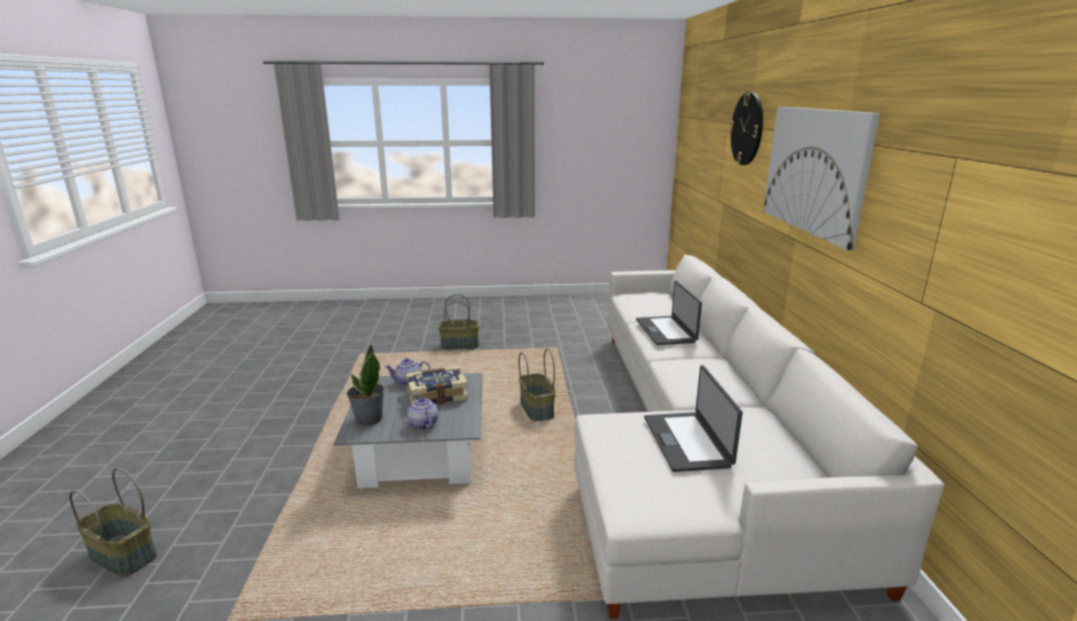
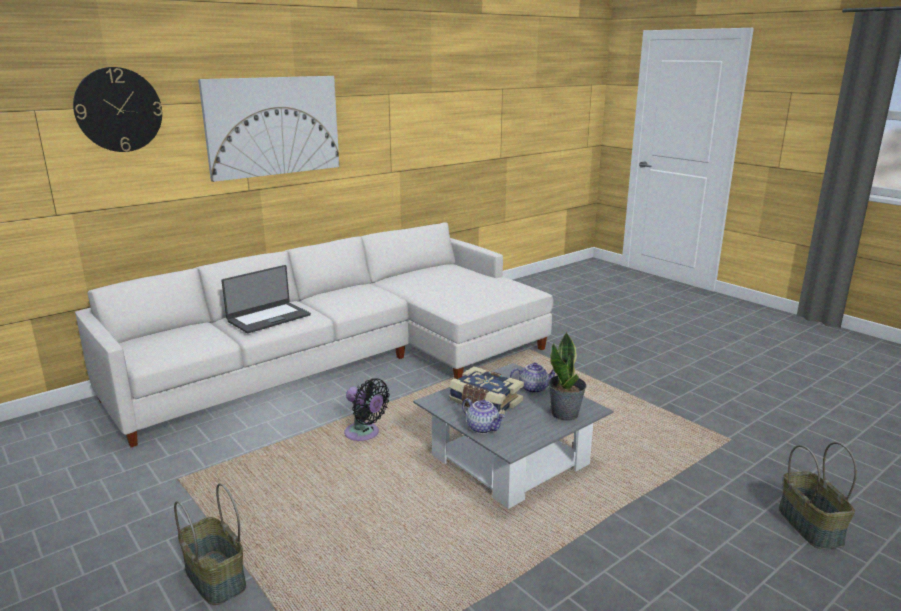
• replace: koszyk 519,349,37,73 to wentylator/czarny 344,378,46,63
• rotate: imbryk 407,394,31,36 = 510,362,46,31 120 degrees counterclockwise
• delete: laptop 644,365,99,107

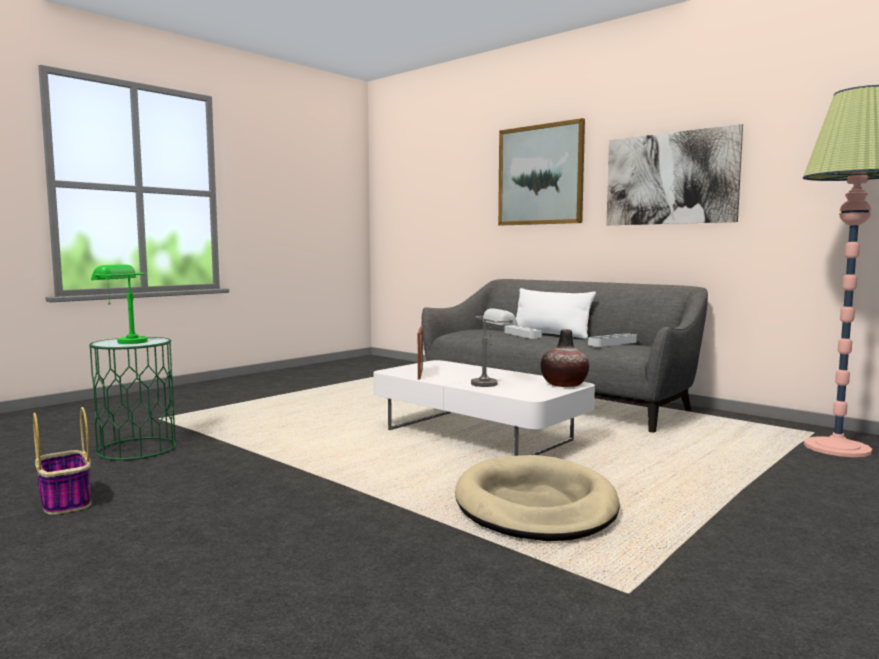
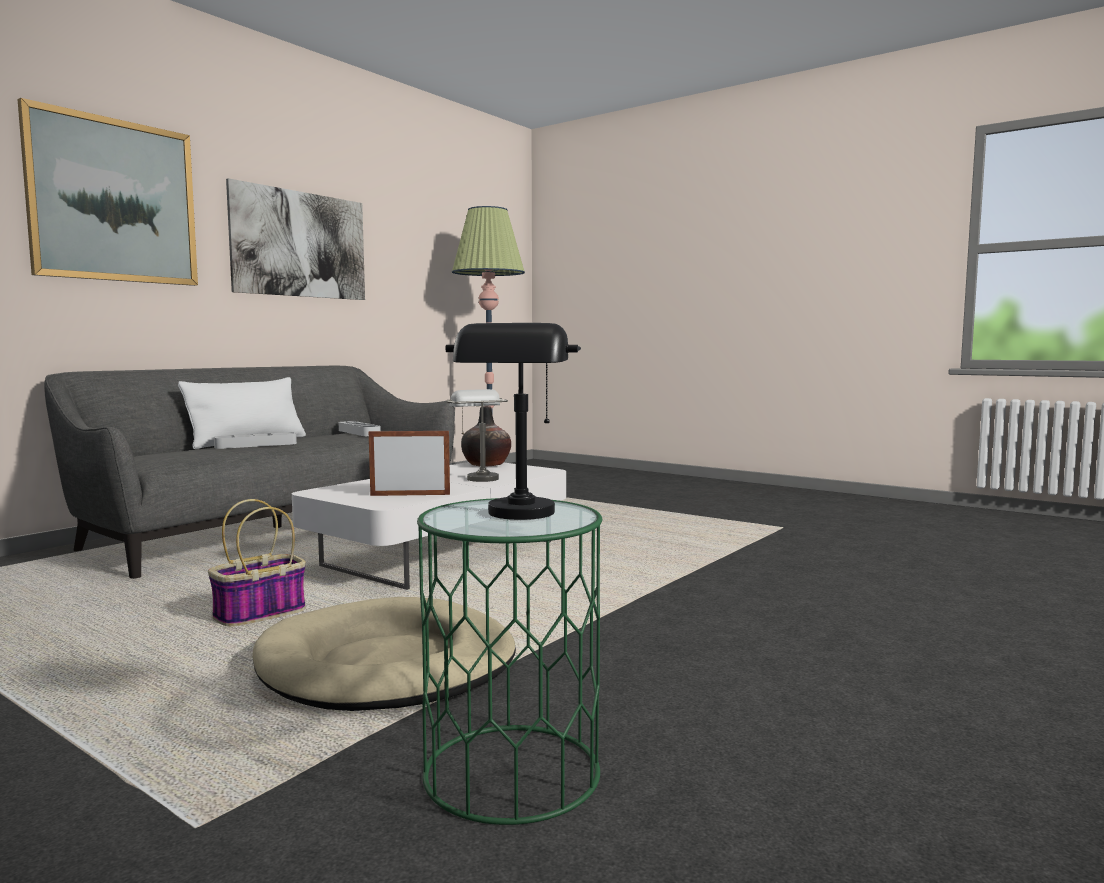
• move: koszyk 33,407,58,108 to 208,499,98,127
• move: legowisko/beżowy 455,455,165,86 to 252,597,264,114
• recolor: lampa stołowa/zielony 91,264,57,80 to lampa stołowa/czarny 445,323,136,197

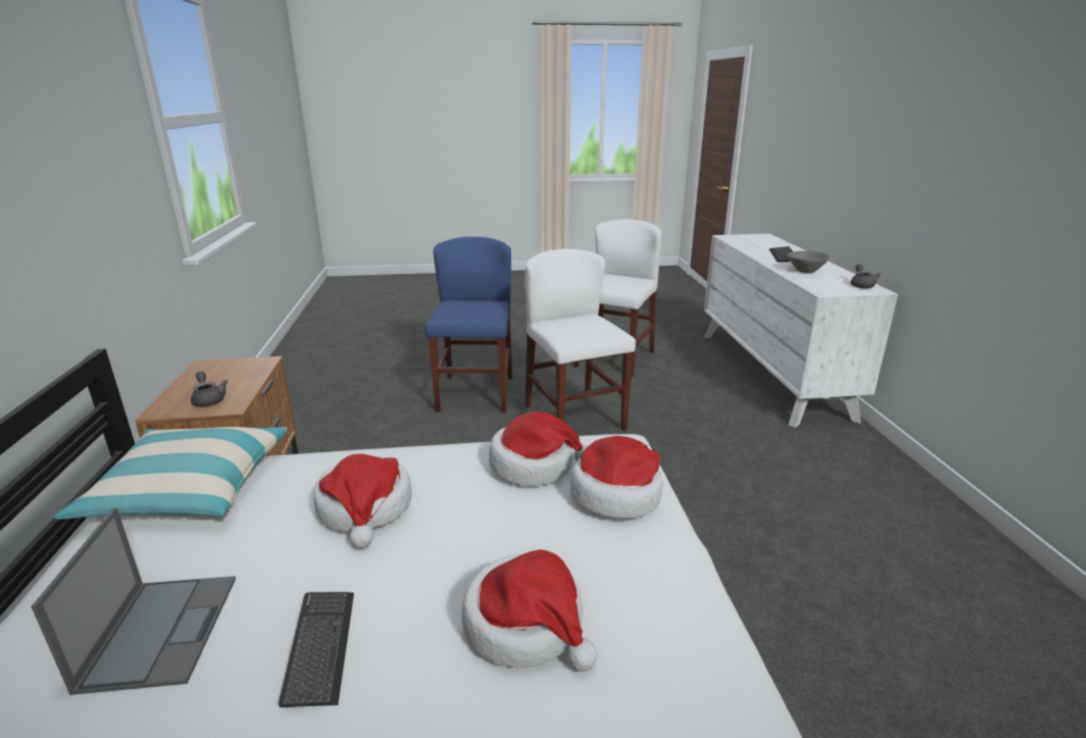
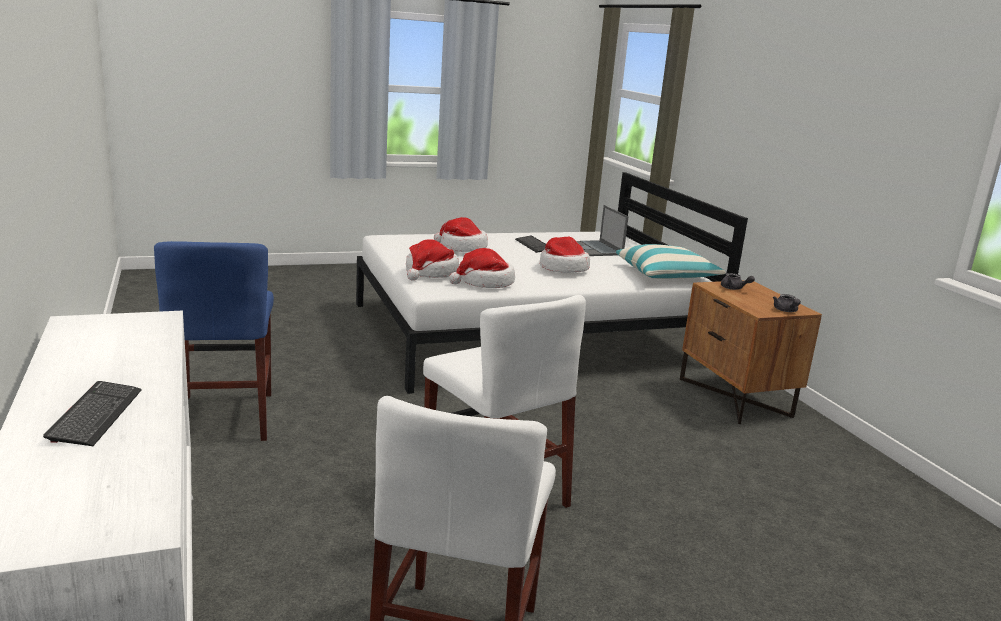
• move: krzesło/niebieski 425,237,87,176 to 154,241,120,200
• move: imbryk/szary 850,264,31,25 to 773,294,28,18
• delete: miska/szary 788,251,42,22

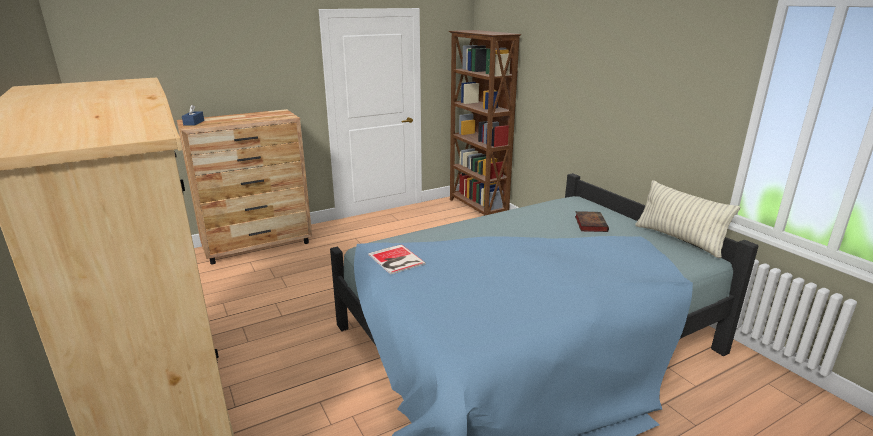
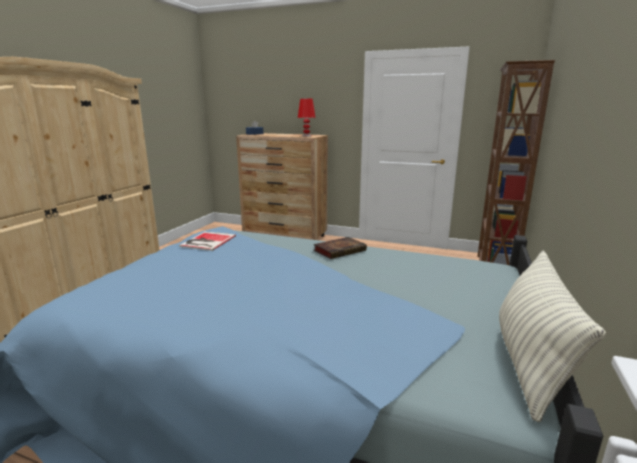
• insert: lampa stołowa/czerwony 298,99,18,38
• move: książka 575,211,34,21 to 314,237,53,22

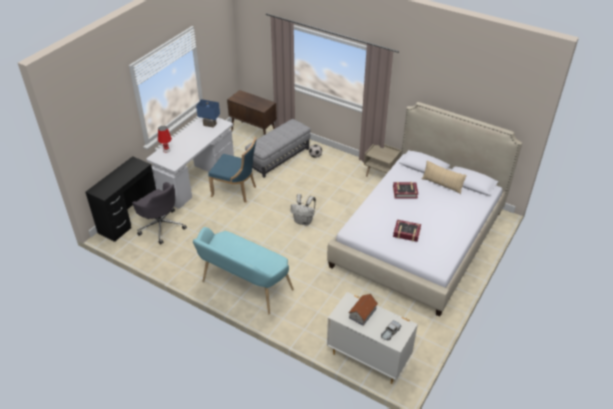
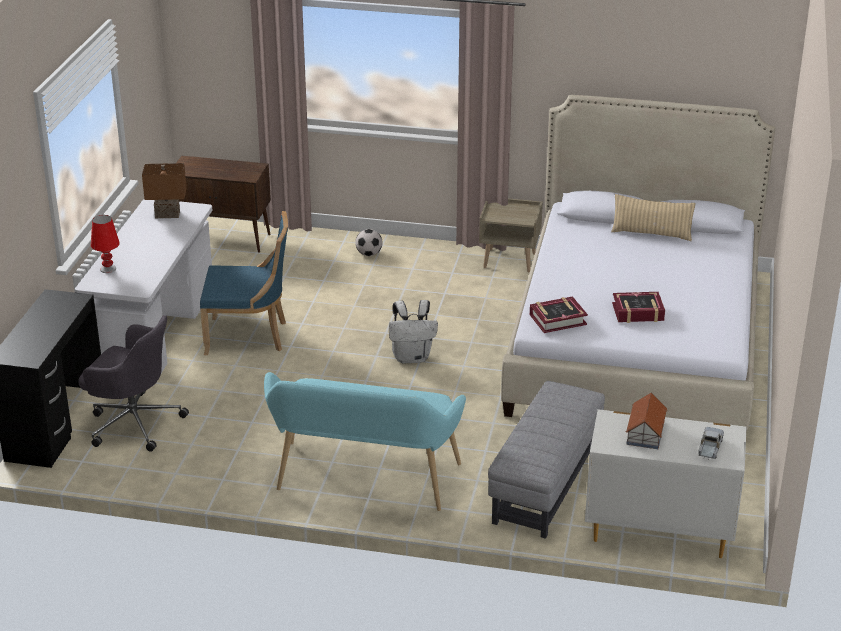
• recolor: lampa stołowa/niebieski 196,99,24,29 to lampa stołowa/brązowy 142,163,44,55
• move: pufa/szary 245,119,65,59 to 488,381,117,158
• move: książka 393,182,25,17 to 530,296,58,37

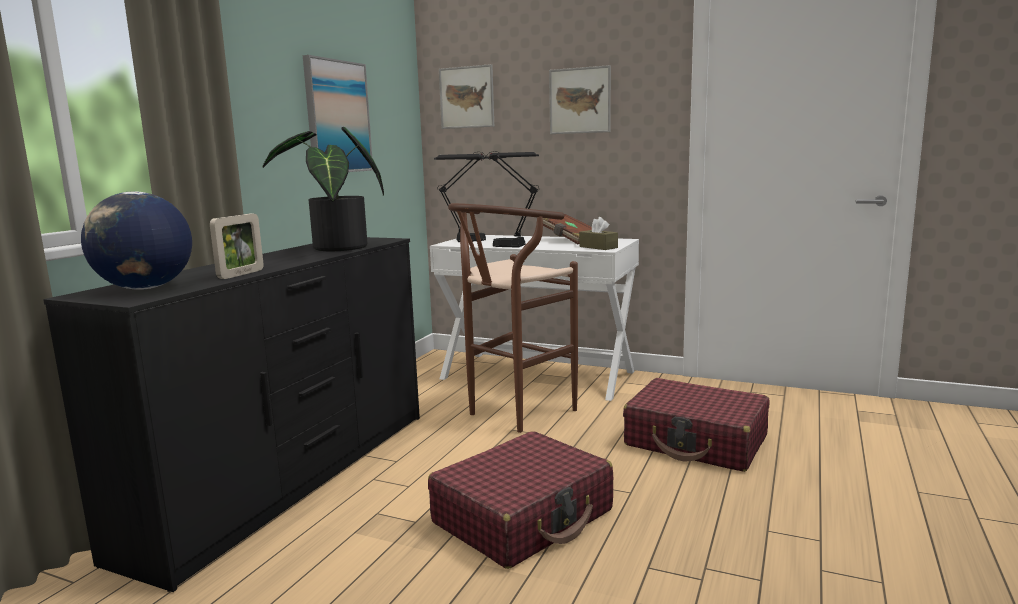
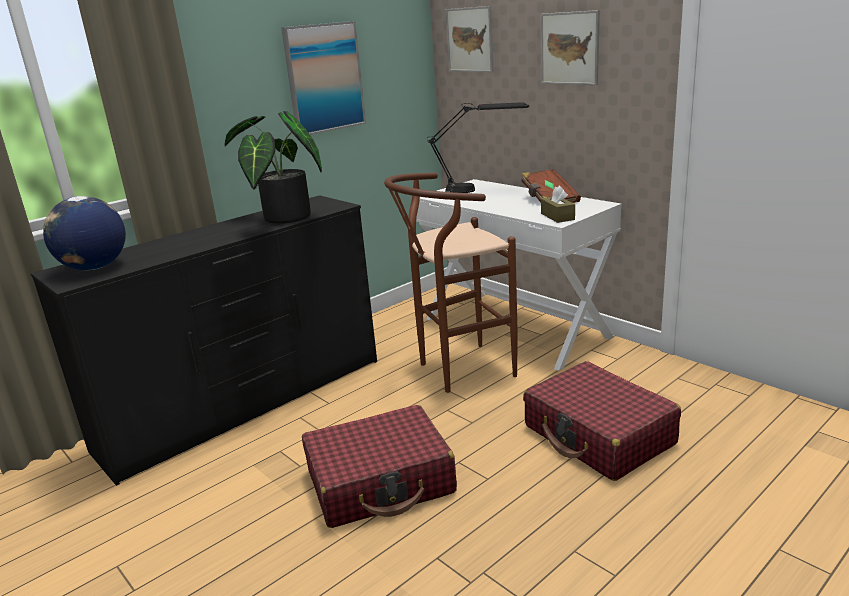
• delete: ramka na zdjęcie 210,214,54,65
• delete: lampa stołowa/czarny 434,151,105,96

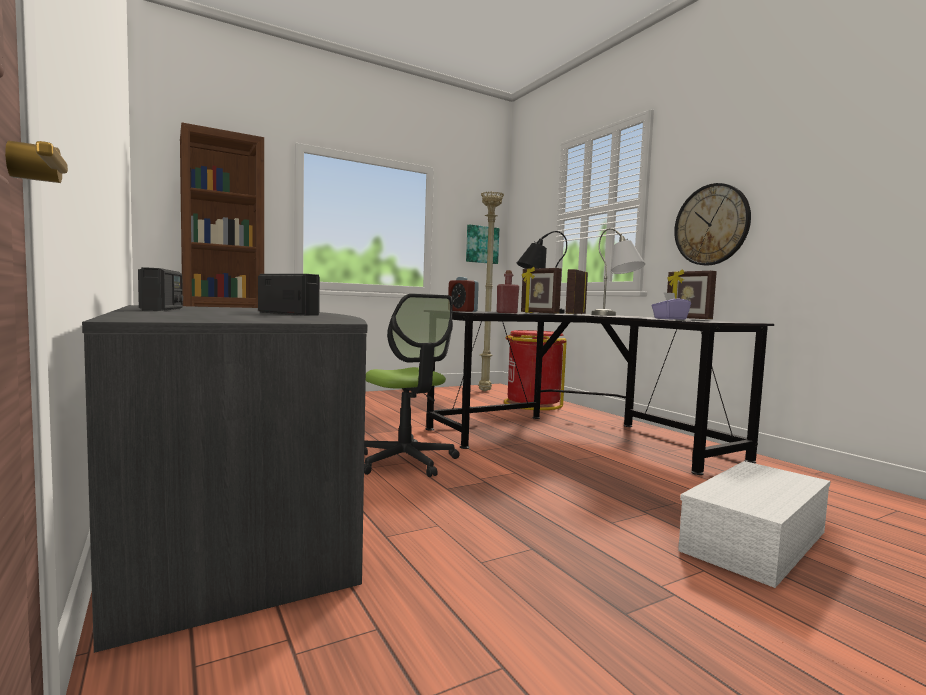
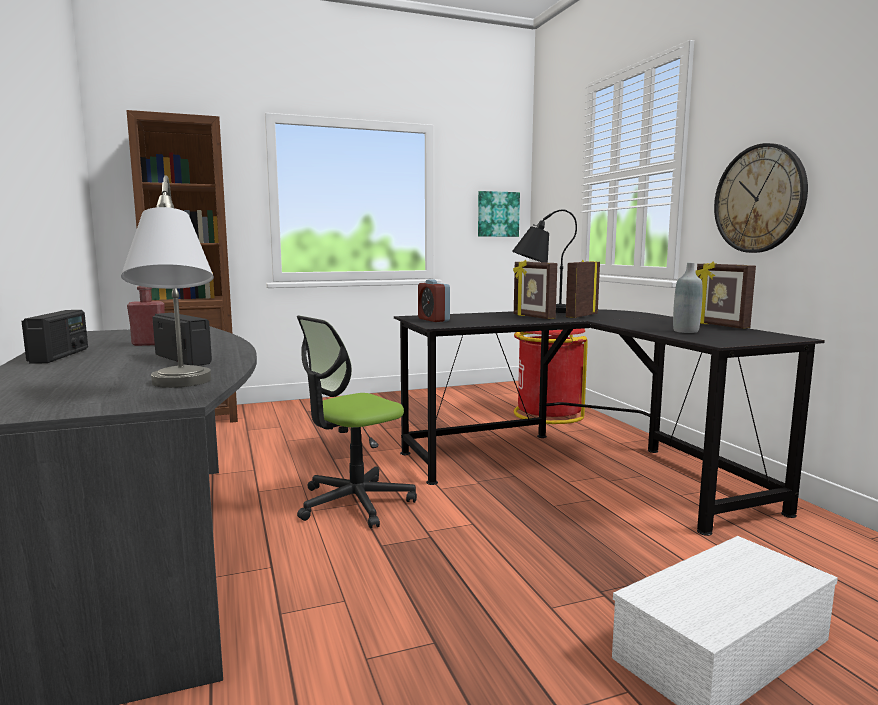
• move: lampa stołowa/szary 591,228,54,88 to 121,175,93,213
• move: butelka/czerwony 497,270,22,43 to 127,286,38,60
• rotate: krzesło biurowe 364,294,95,183 = 297,316,120,212 75 degrees clockwise
• replace: pudełko chusteczek/fioletowy 652,292,39,28 to butelka/szary 673,263,30,70
• delete: lampa stojąca/beżowy 478,191,26,201

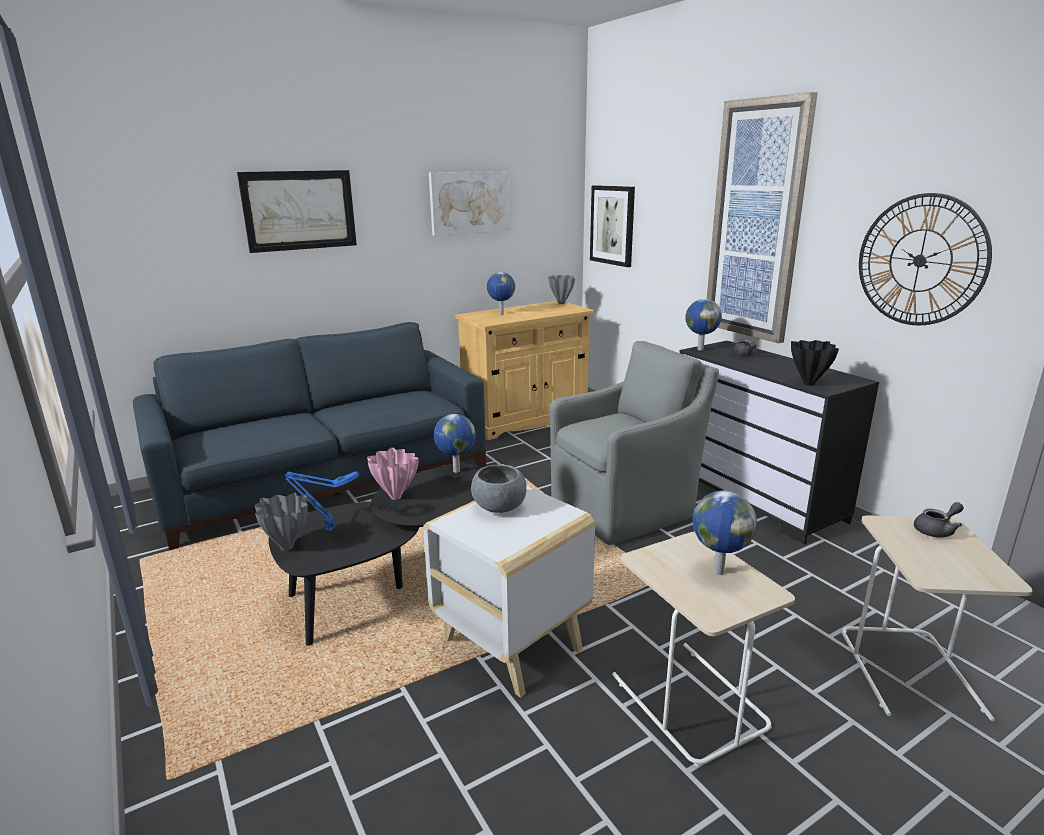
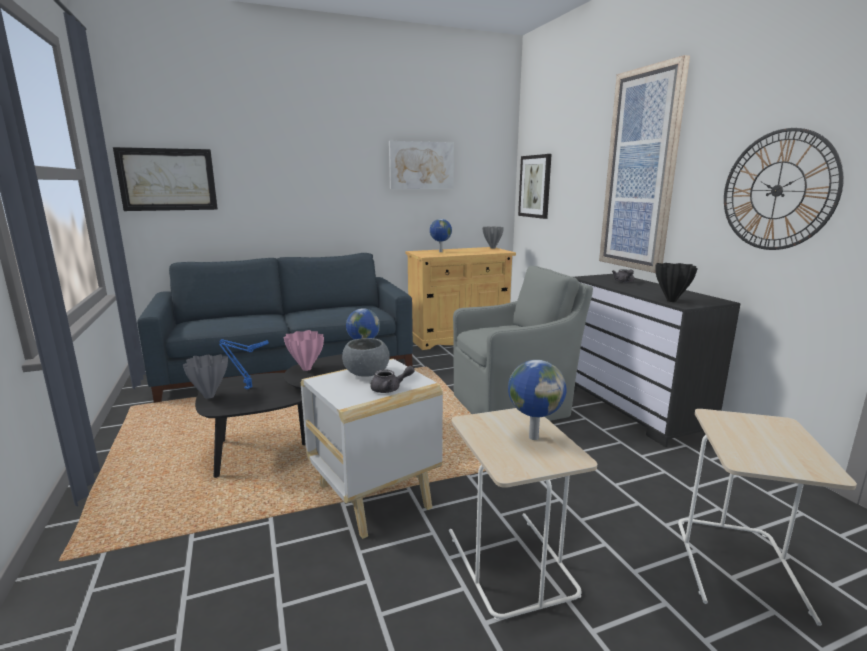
• move: obraz 237,170,120,83 to 113,147,105,64
• move: imbryk/szary 914,502,50,36 to 370,366,45,27
• delete: globus 685,299,37,52

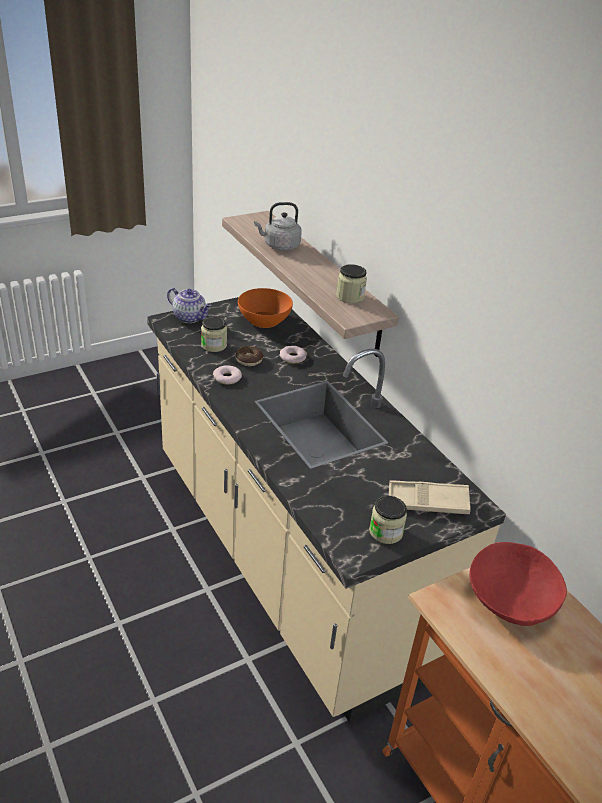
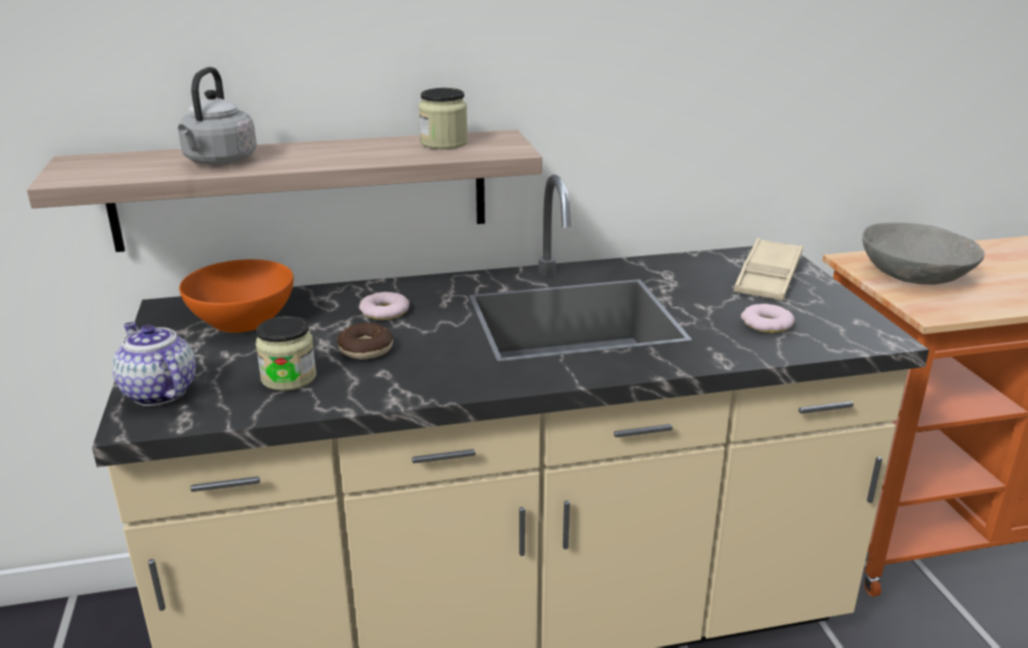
• rotate: imbryk 167,288,45,35 = 113,322,83,84 90 degrees counterclockwise
• move: donut 213,365,29,19 to 741,304,54,29
• recolor: miska/czerwony 469,542,98,84 to miska/szary 862,223,123,61
• delete: słoik 369,496,38,48

